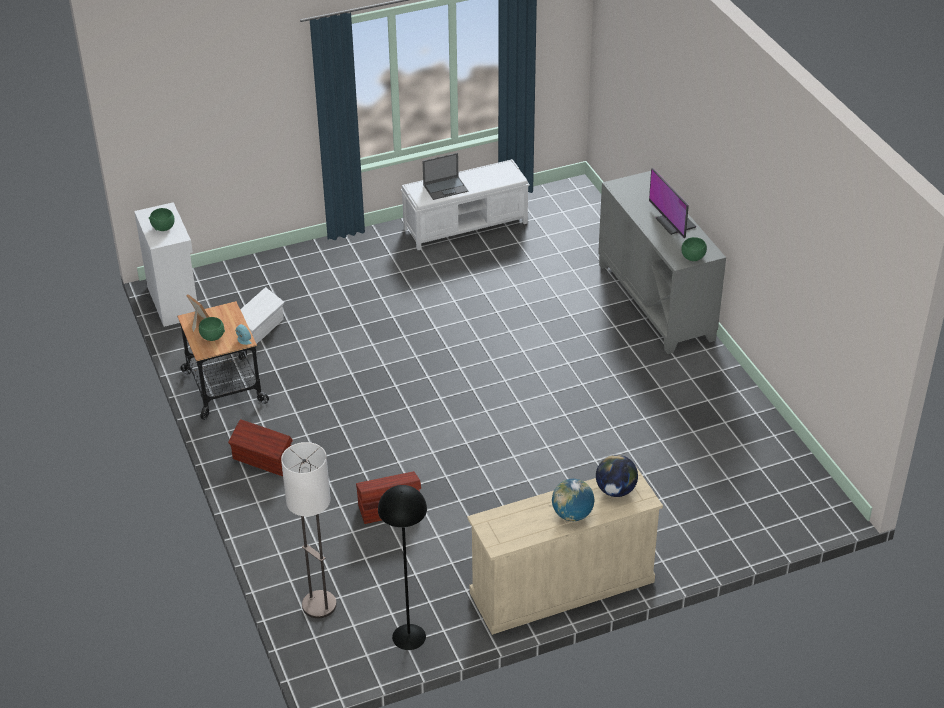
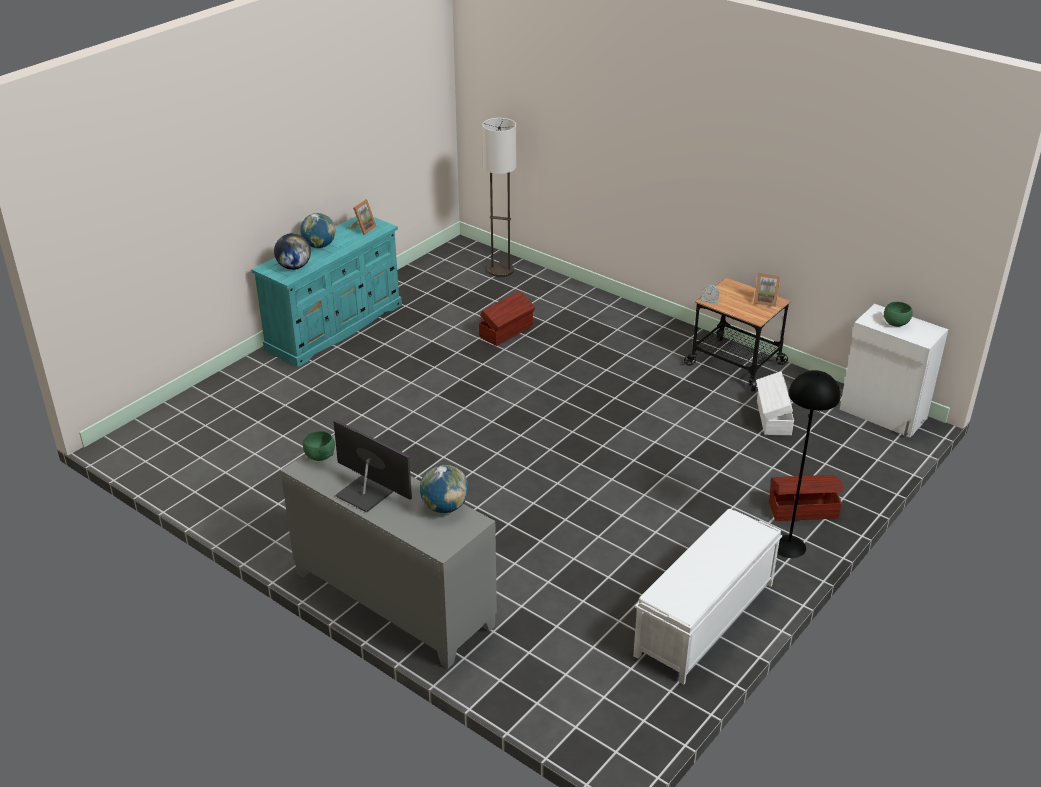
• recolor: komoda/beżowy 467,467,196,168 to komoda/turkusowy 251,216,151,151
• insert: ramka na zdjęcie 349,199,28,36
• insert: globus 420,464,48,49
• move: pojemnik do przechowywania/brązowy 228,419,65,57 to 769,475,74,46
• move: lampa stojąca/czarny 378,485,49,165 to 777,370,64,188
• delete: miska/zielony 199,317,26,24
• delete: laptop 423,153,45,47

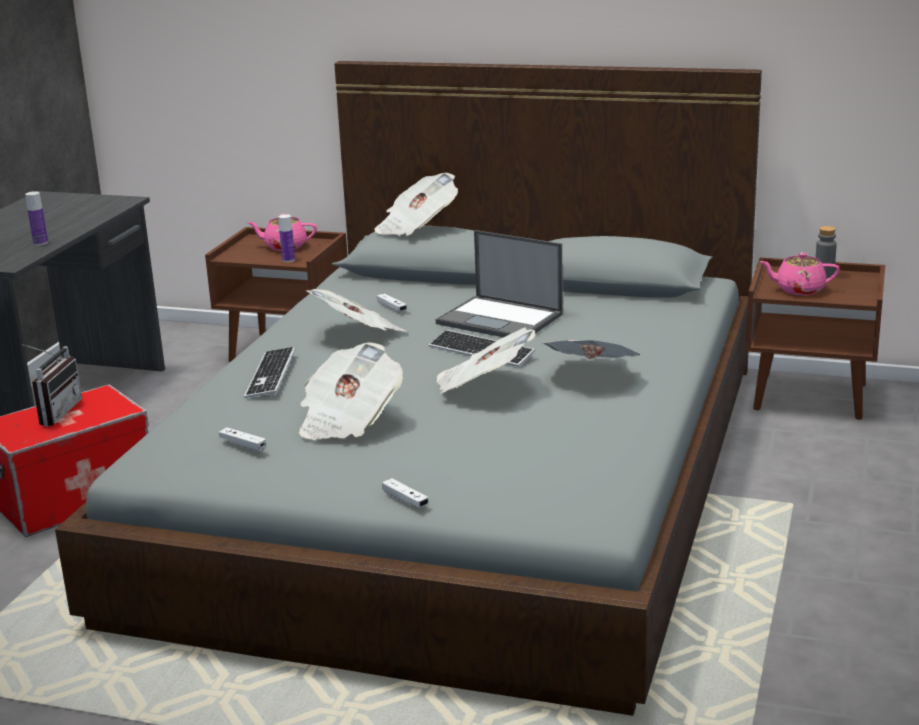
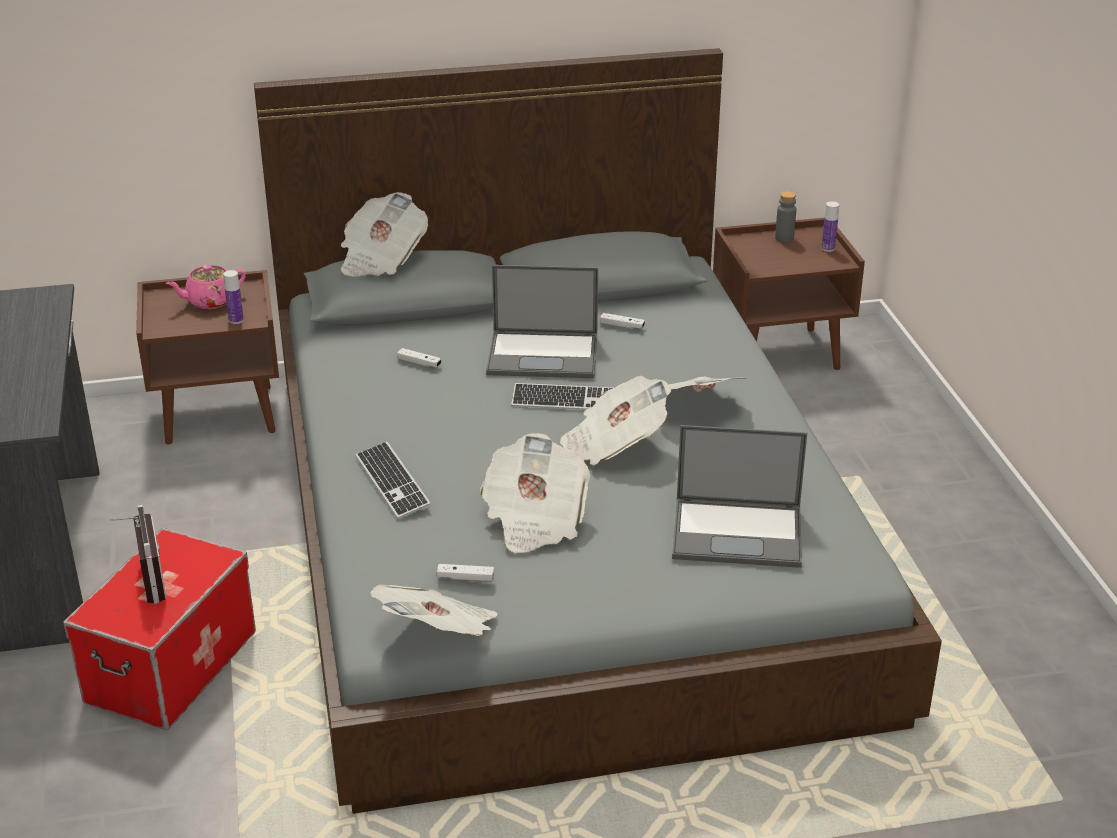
• move: gazeta 306,289,101,42 to 370,585,128,51
• move: pad do gier/biały 382,478,47,30 to 600,313,45,16
• insert: laptop 672,425,135,143
• move: butelka 25,191,23,55 to 821,201,18,51
• delete: imbryk/różowy 759,253,81,42

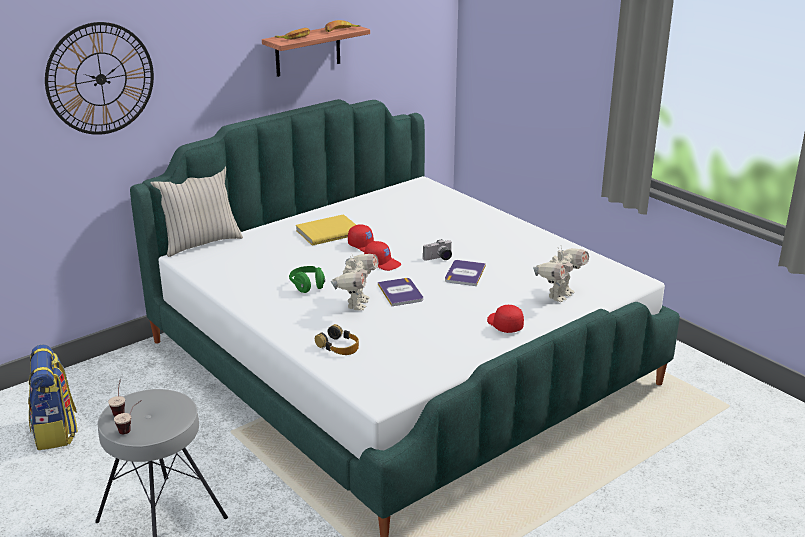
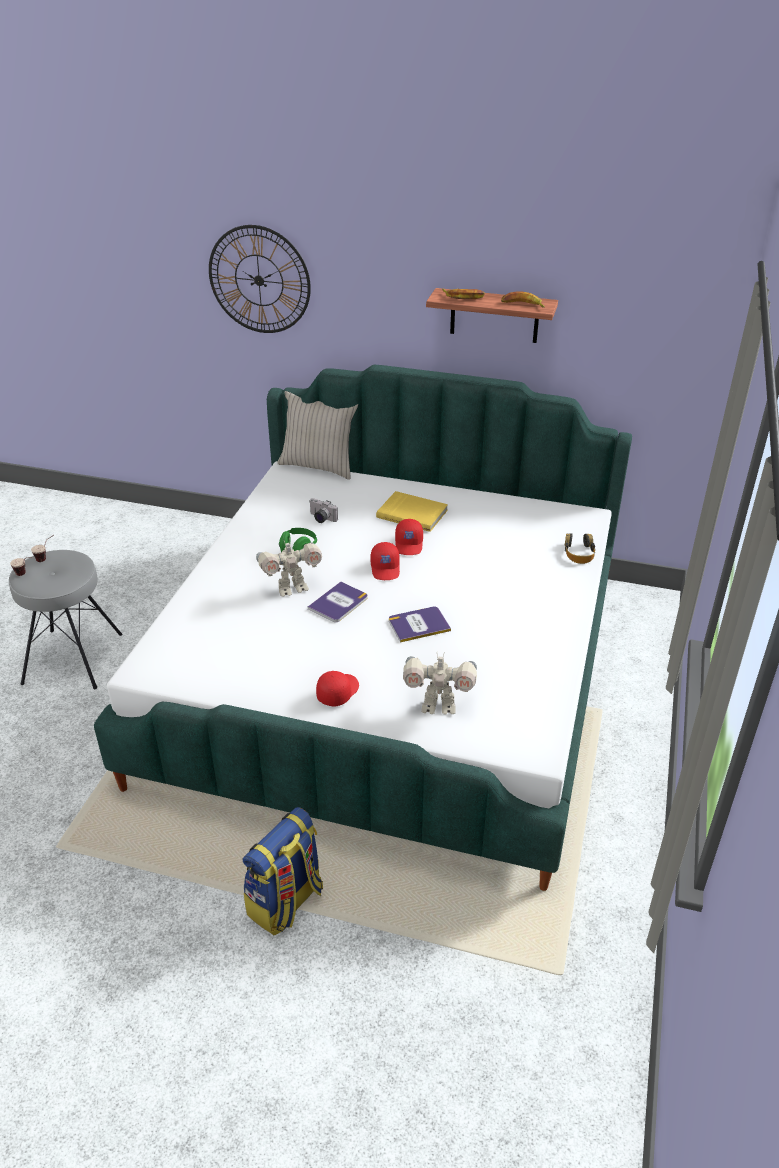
• move: plecak 28,345,50,105 to 242,807,81,129
• move: aparat fotograficzny 423,239,29,22 to 309,498,29,25
• move: słuchawki 315,324,44,31 to 565,533,31,31

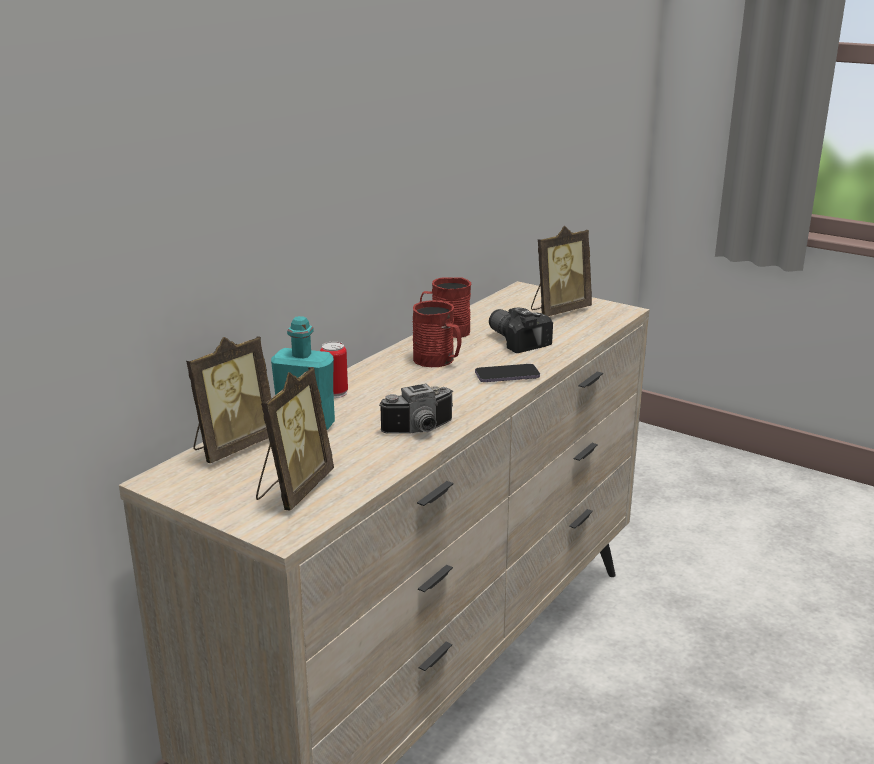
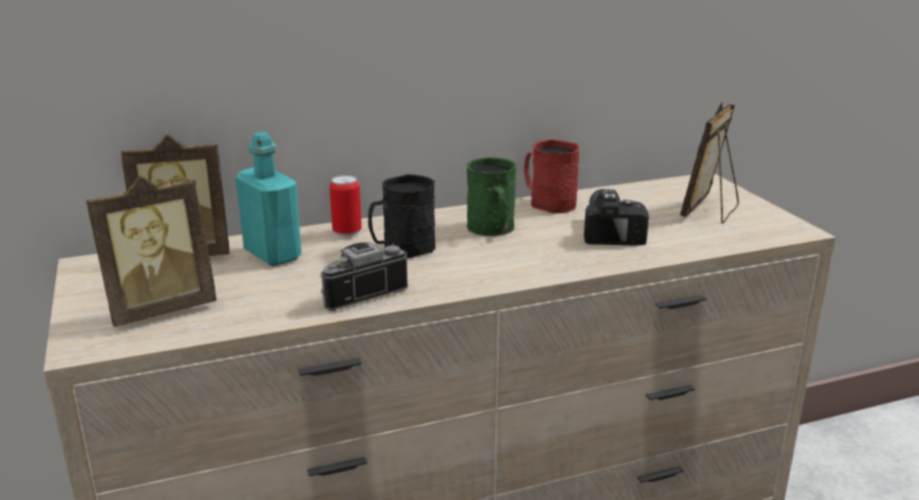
• rotate: aparat fotograficzny 379,384,74,50 = 320,242,88,69 135 degrees clockwise
• insert: kubek/czarny 368,174,68,84
• recolor: kubek/czerwony 413,300,49,67 to kubek/zielony 466,157,50,79
• rotate: ramka na zdjęcie 531,226,61,90 = 680,102,59,122 120 degrees clockwise
• delete: telefon 475,364,65,18

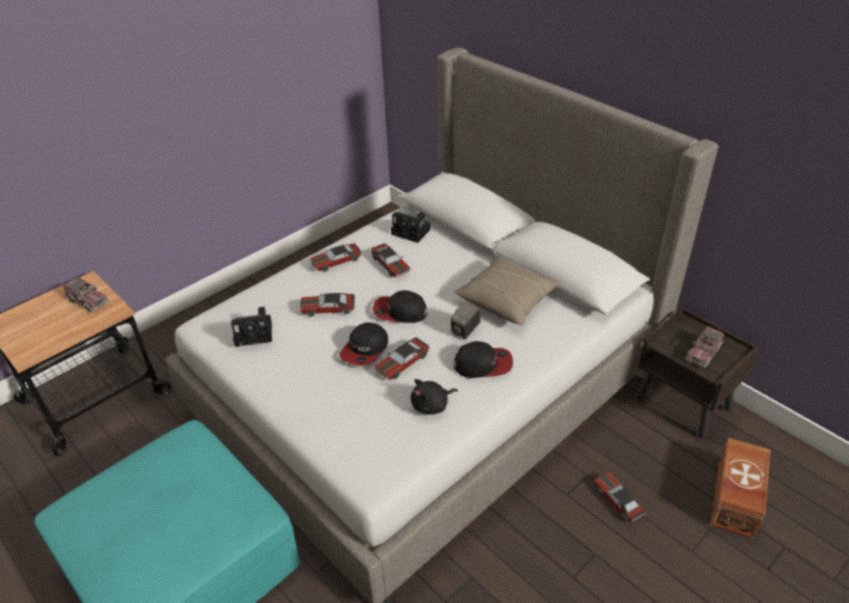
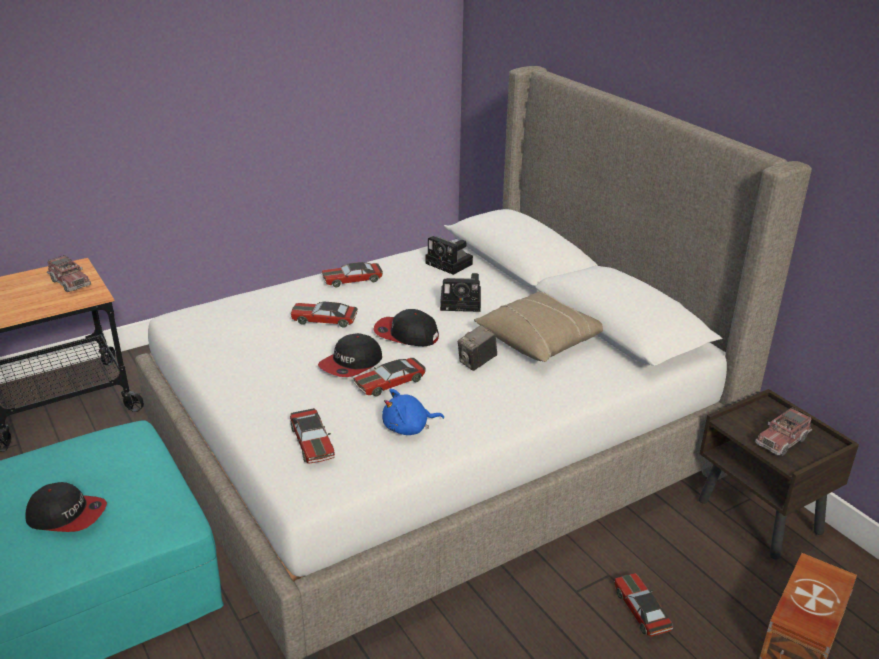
• move: czapka z daszkiem 454,341,59,37 to 25,482,82,50
• move: samochodzik 371,243,39,34 to 290,408,45,56
• recolor: pluszak/czarny 411,379,47,36 to pluszak/niebieski 382,389,62,46
• move: aparat fotograficzny 231,307,41,40 to 440,273,41,39

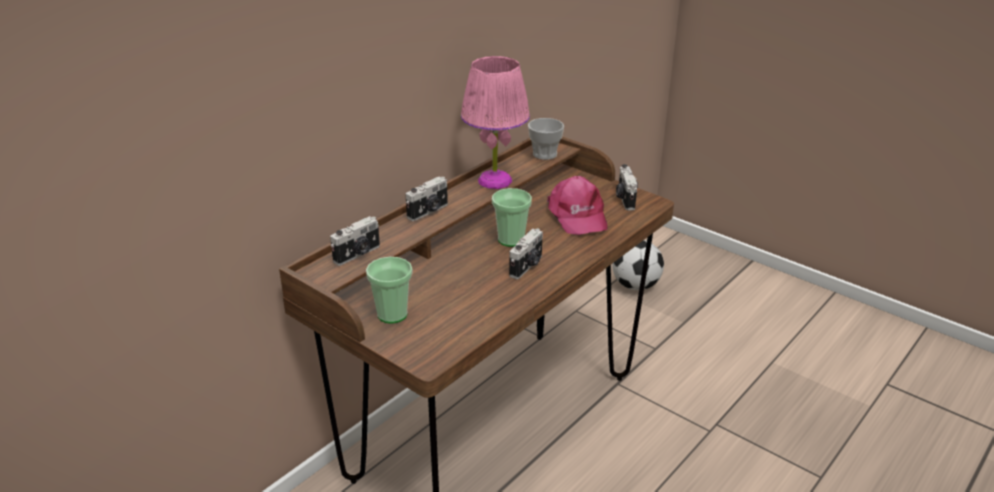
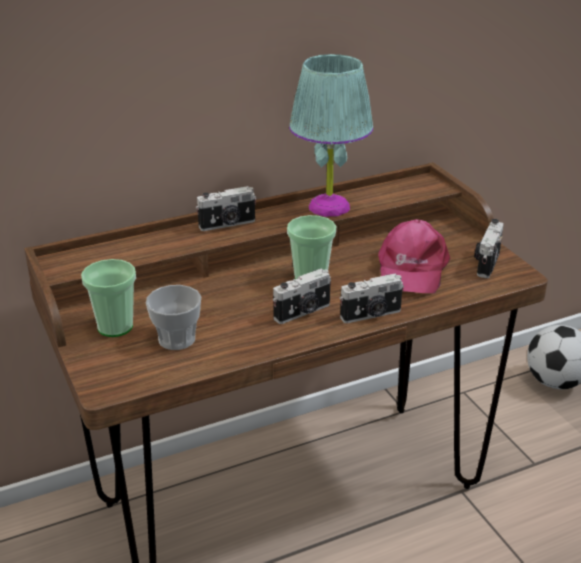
• move: filiżanka 528,118,36,42 to 146,285,55,65
• recolor: lampa stołowa/różowy 461,56,69,133 to lampa stołowa/turkusowy 289,54,84,163
• move: aparat fotograficzny 330,216,50,50 to 340,274,64,49

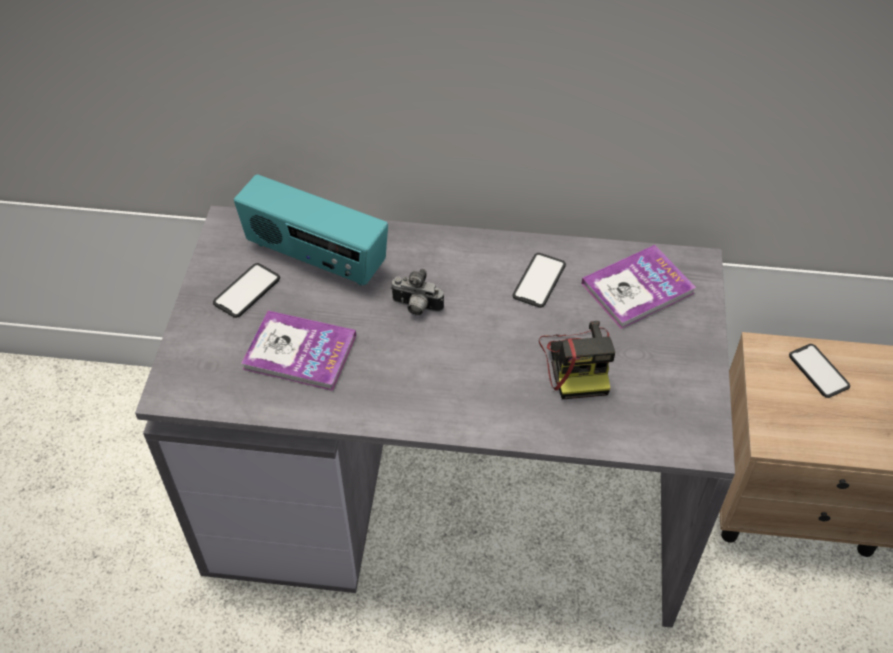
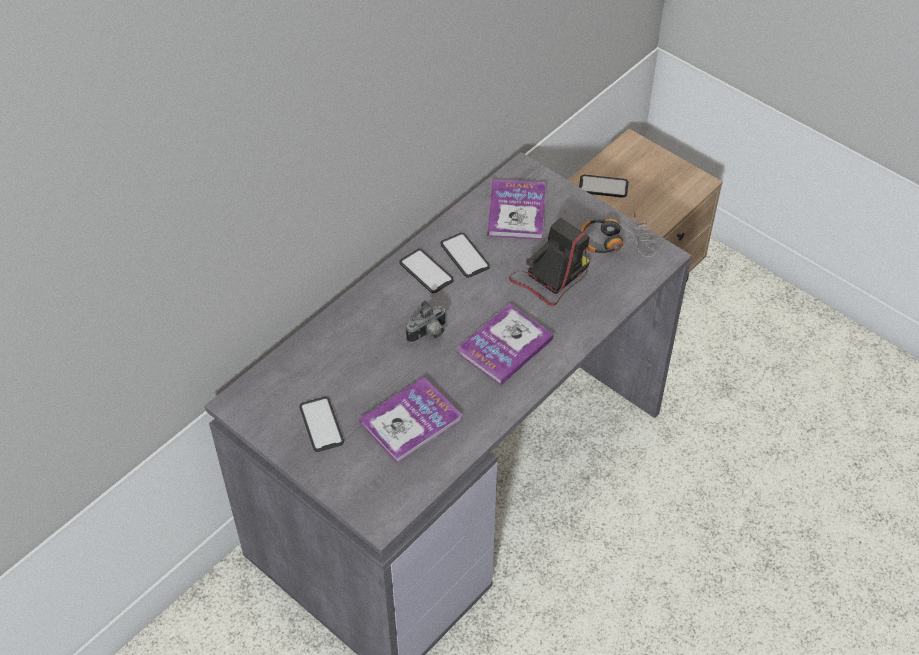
• insert: telefon 399,249,55,44
• insert: książka 457,304,97,82
• rotate: aparat fotograficzny 539,321,76,78 = 509,218,81,88 75 degrees counterclockwise
• insert: słuchawki 580,212,76,45
• delete: radio 234,174,154,112

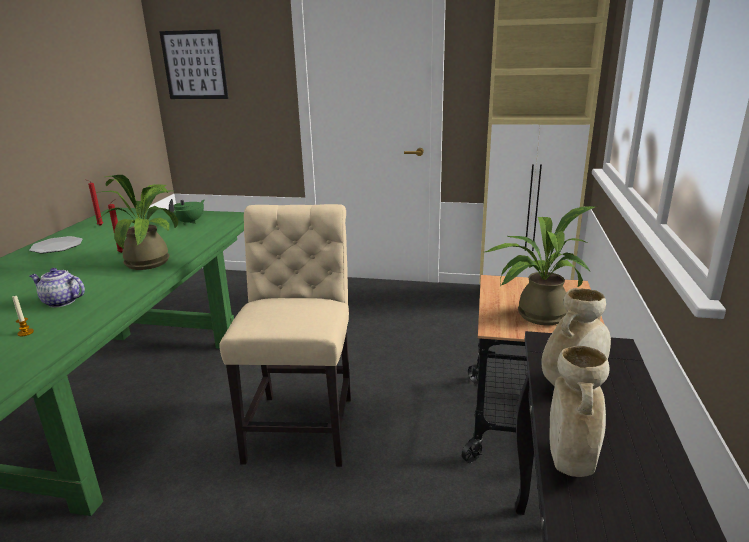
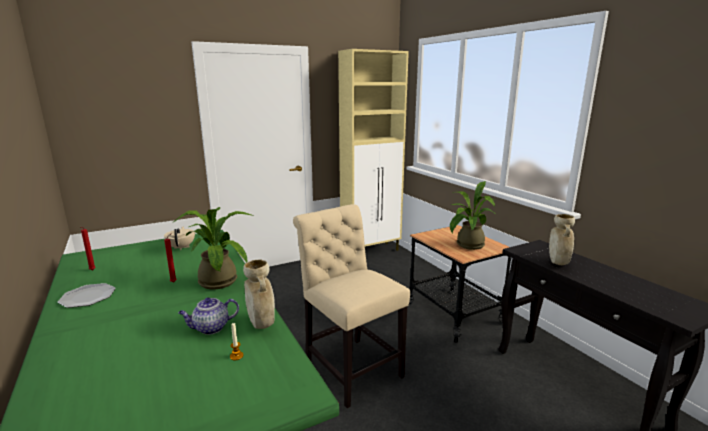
• recolor: imbryk/zielony 169,199,36,26 to imbryk/beżowy 164,226,31,24
• move: wazon/beżowy 549,346,61,131 to 243,260,32,69
• delete: obraz 159,29,70,70

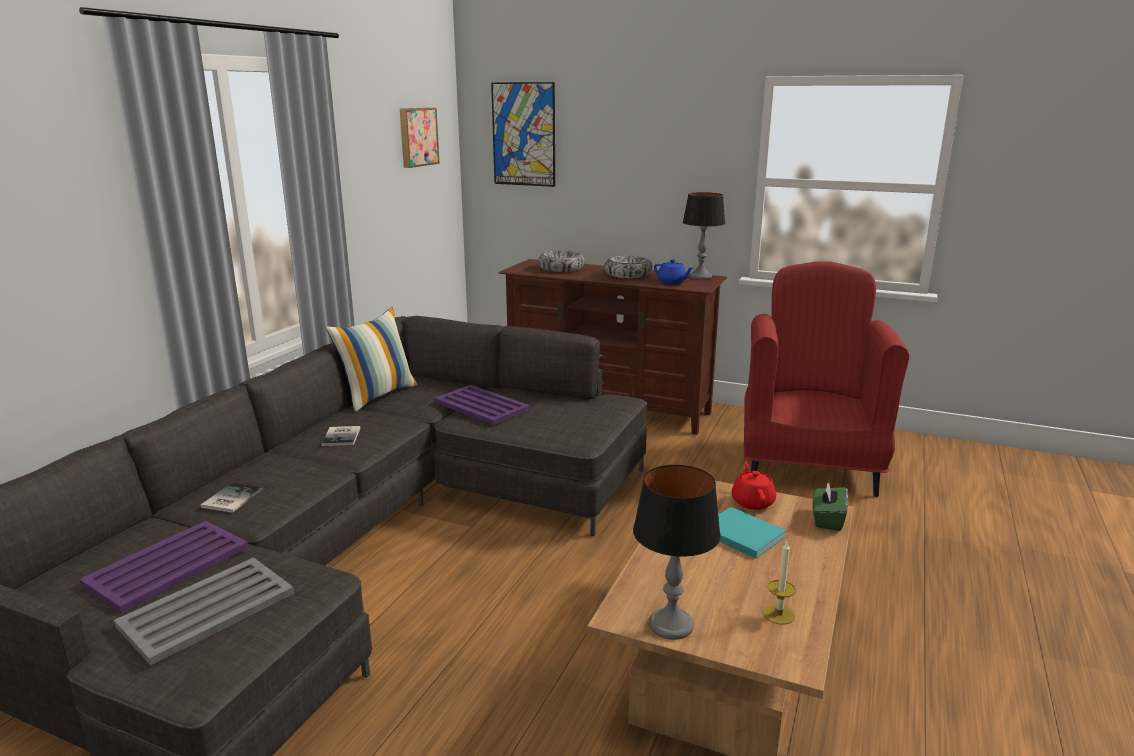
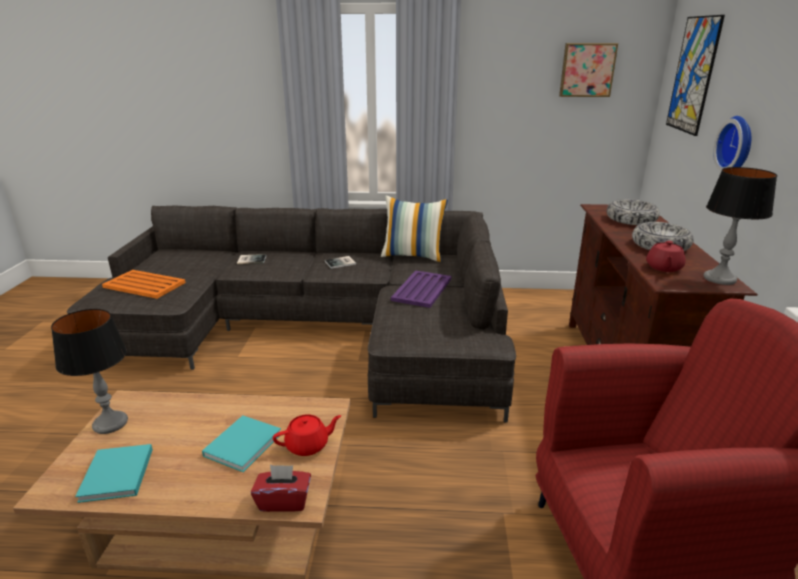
• replace: świeca 762,542,34,83 to książka/turkusowy 75,444,78,59
• recolor: taca/szary 114,557,180,109 to taca/pomarańczowy 102,270,84,29
• recolor: pudełko chusteczek/zielony 813,481,35,50 to pudełko chusteczek/czerwony 251,465,60,47
• recolor: imbryk/niebieski 654,260,39,24 to imbryk/czerwony 646,241,40,31
• insert: zegar ścienny 713,116,38,56
• delete: taca/fioletowy 79,521,169,92

